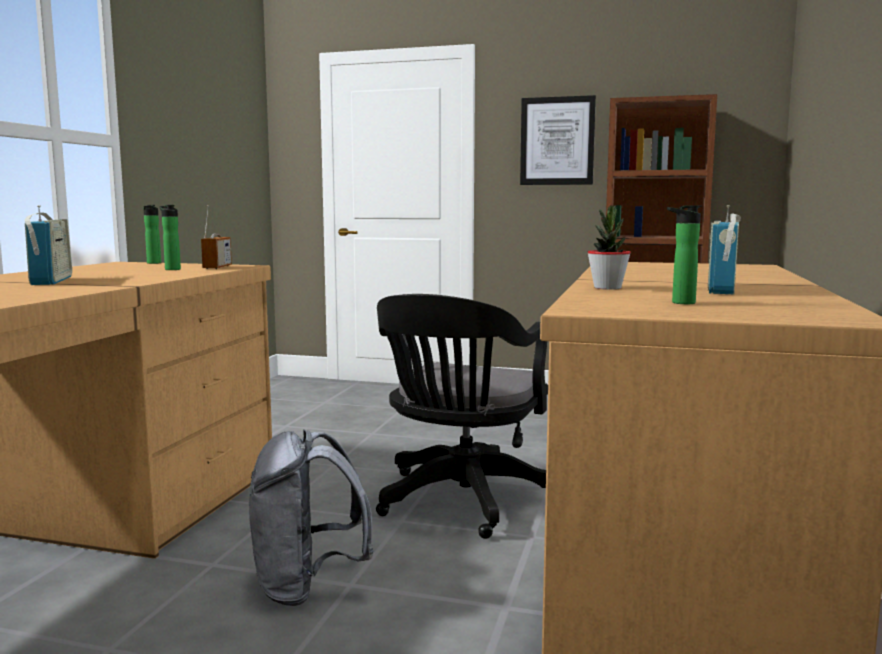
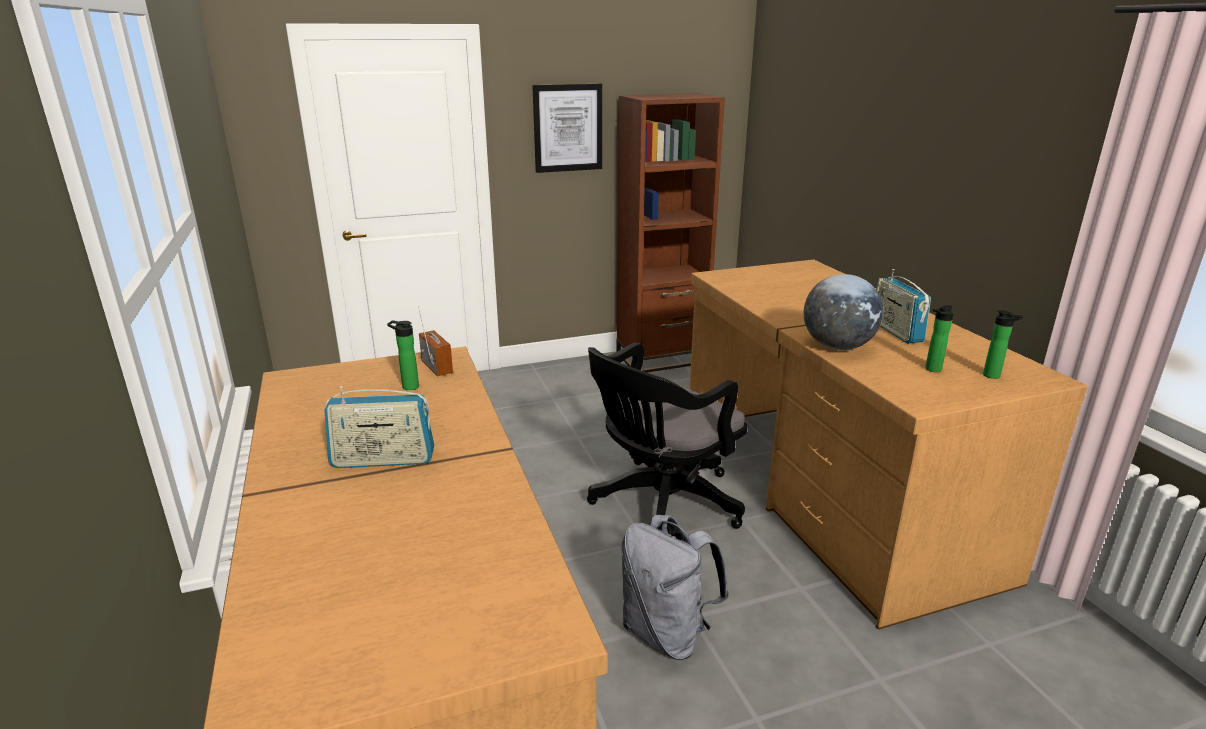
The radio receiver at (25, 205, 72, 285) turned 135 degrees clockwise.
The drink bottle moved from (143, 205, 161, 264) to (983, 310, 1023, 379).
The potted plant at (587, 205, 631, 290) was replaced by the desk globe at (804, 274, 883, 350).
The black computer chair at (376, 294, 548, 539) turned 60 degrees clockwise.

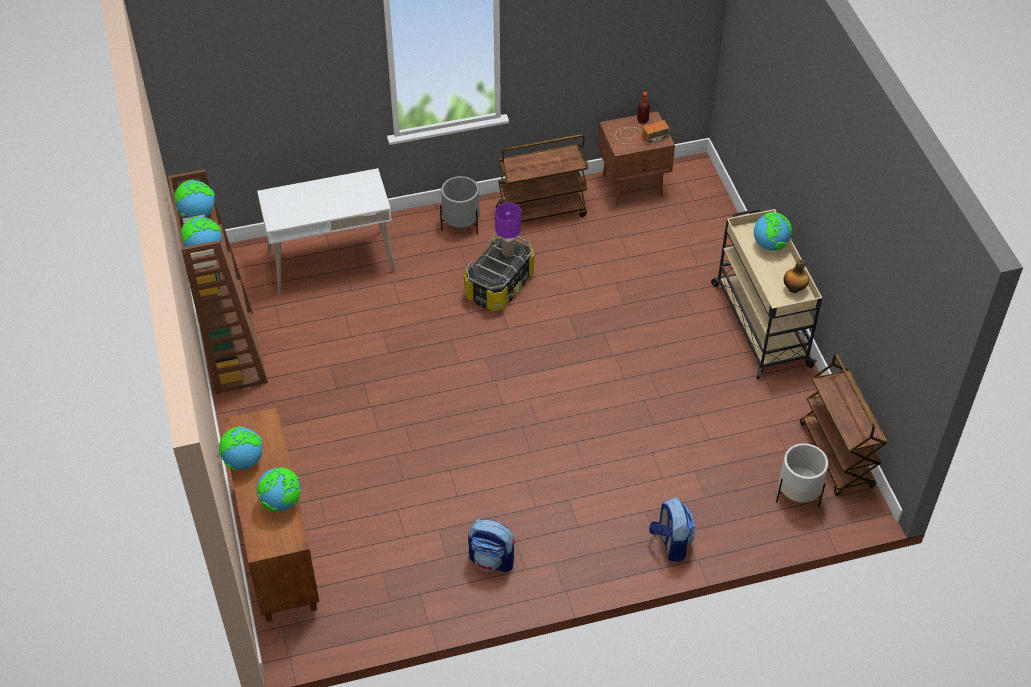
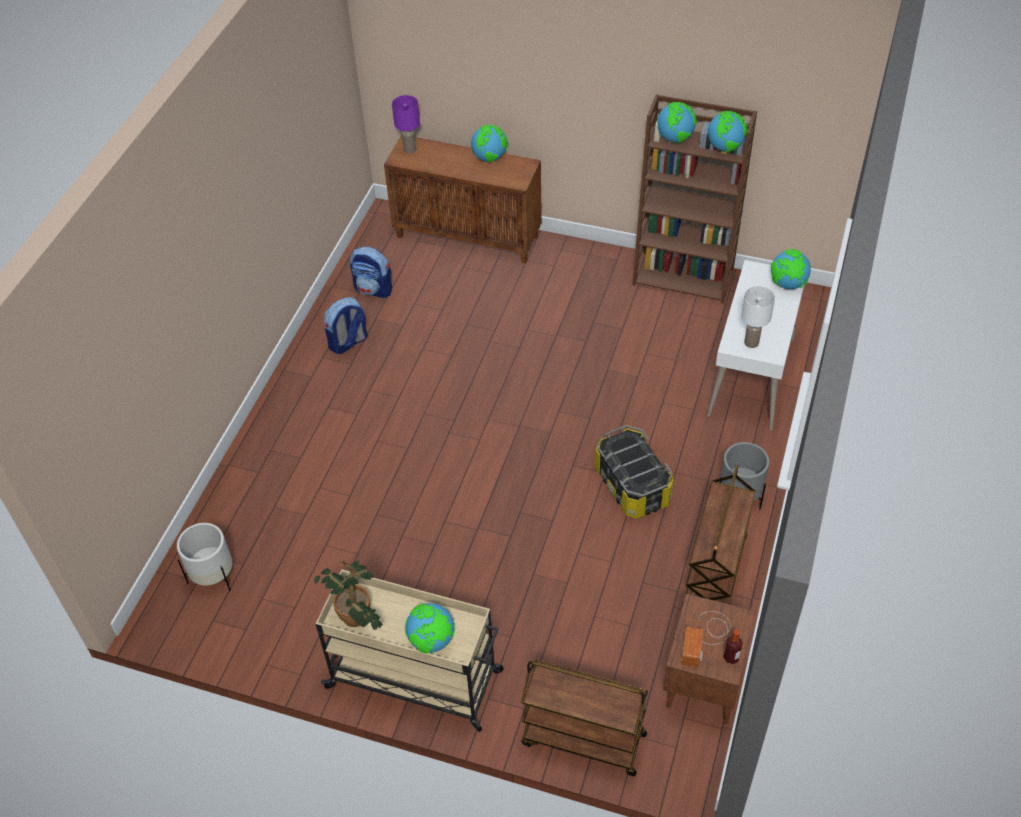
The purple lamp for a table moved from (495, 202, 521, 257) to (392, 95, 420, 154).
The drink bottle at (783, 259, 809, 293) was replaced by the potted plant at (314, 559, 383, 630).
The brown-coloured trolley moved from (800, 354, 887, 496) to (521, 660, 648, 776).
The desk globe moved from (257, 467, 300, 512) to (771, 249, 811, 289).
The rucksack moved from (649, 497, 695, 561) to (350, 247, 392, 298).
The white lamp for a table at (741, 286, 775, 348) appeared.

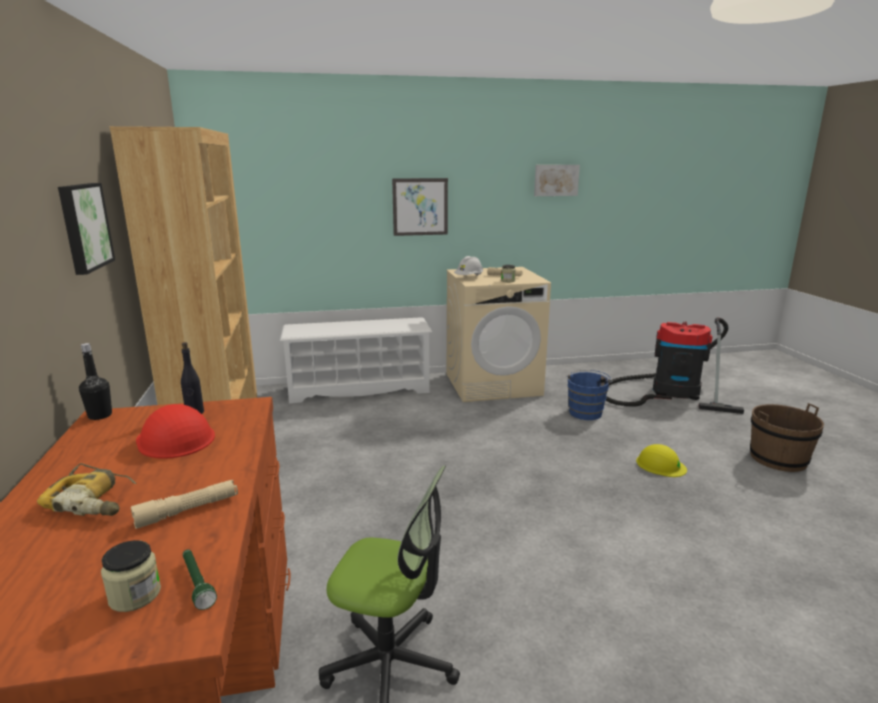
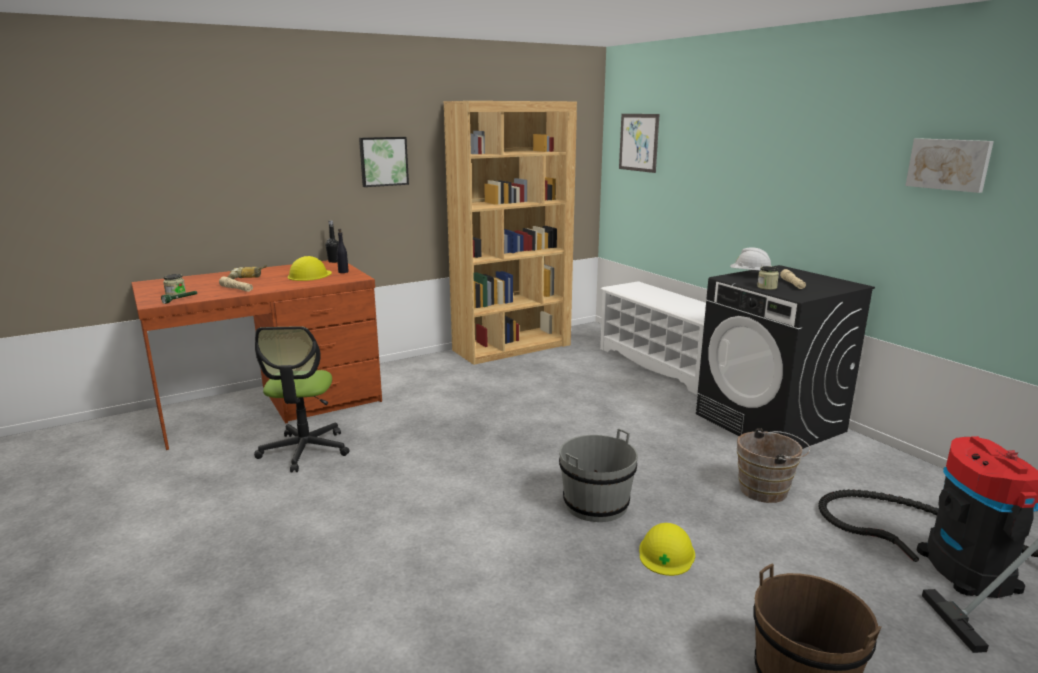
The wall picture moved from (392, 178, 448, 236) to (619, 114, 660, 173).
The sand-coloured laundry appliance at (446, 267, 551, 402) became the black laundry appliance at (696, 265, 875, 449).
The blue-coloured water bucket at (567, 370, 612, 420) became the brown-coloured water bucket at (737, 428, 810, 503).
The red-coloured work helmet at (136, 404, 215, 459) became the yellow-coloured work helmet at (288, 256, 332, 281).
The gray water bucket at (559, 428, 638, 522) appeared.

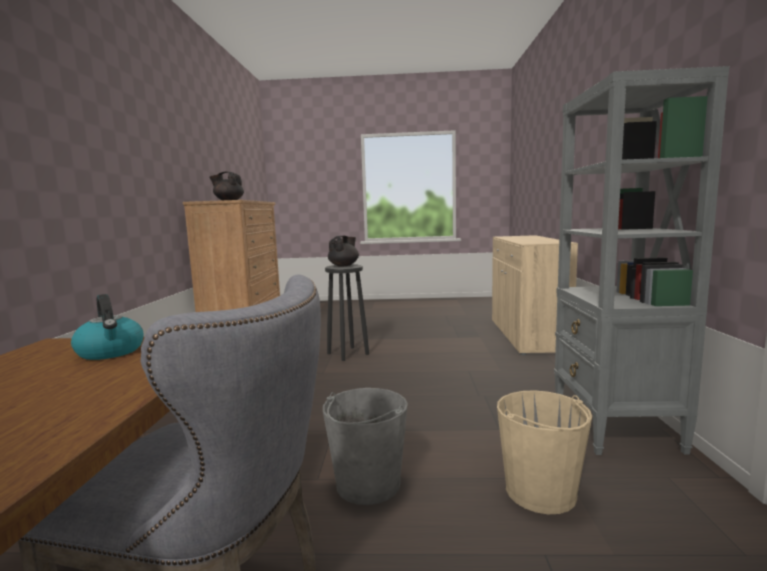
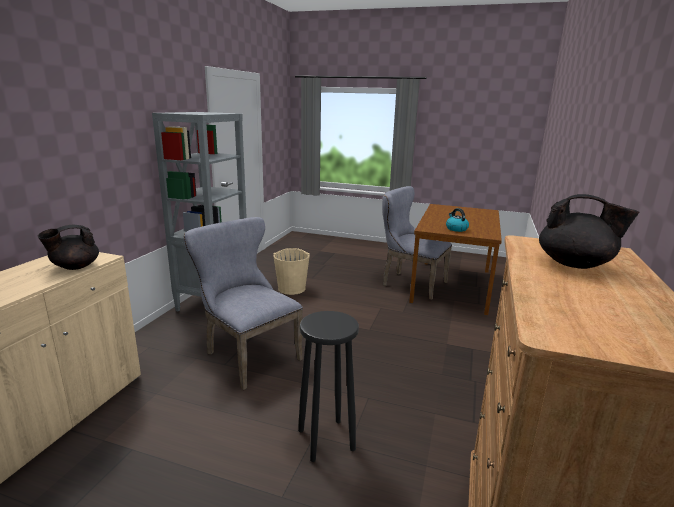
The black teapot moved from (328, 236, 359, 267) to (38, 225, 99, 270).
The gray water bucket at (323, 388, 408, 505) disappeared.
The gray chair at (184, 217, 303, 390) appeared.

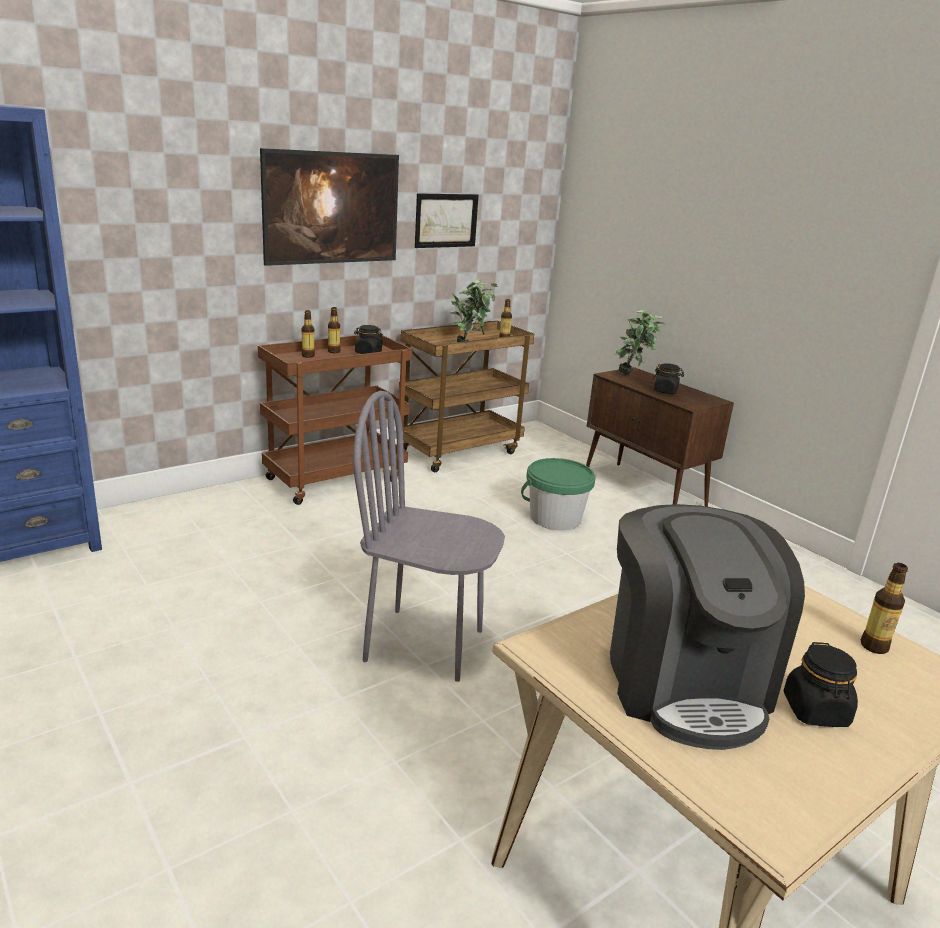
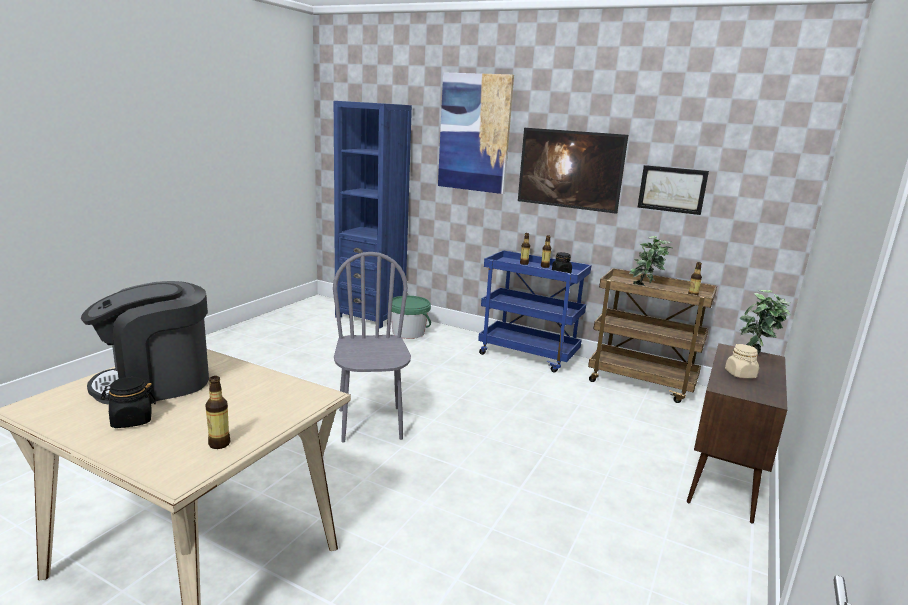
The brown-coloured trolley at (258, 335, 412, 505) became the blue-coloured trolley at (478, 250, 591, 372).
The black storage jar at (653, 363, 684, 394) became the sand-coloured storage jar at (725, 344, 759, 378).
The green-coloured water bucket moved from (521, 458, 596, 530) to (391, 296, 431, 339).
The wall picture at (438, 72, 514, 194) appeared.

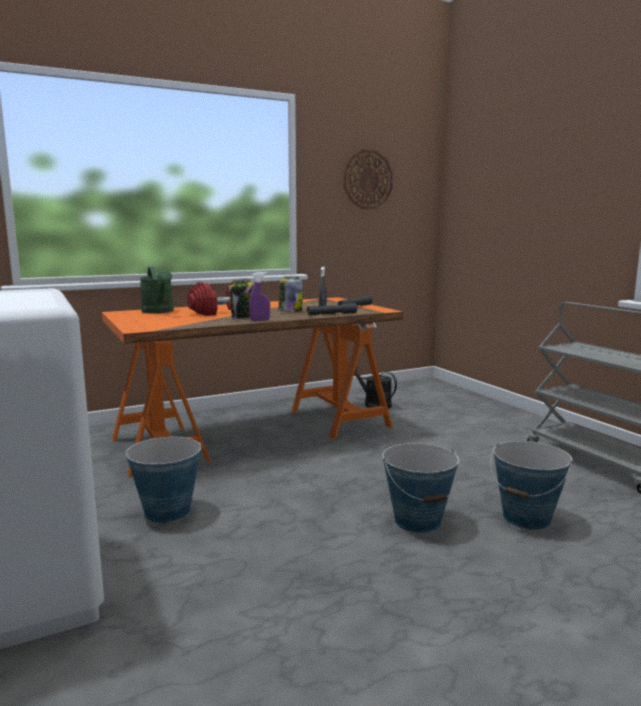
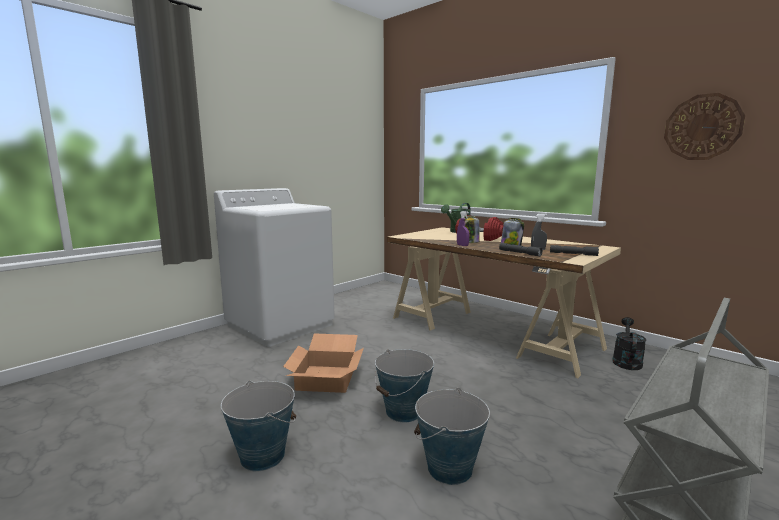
The orangey desk at (102, 297, 403, 477) became the sand-coloured desk at (387, 227, 621, 378).
The water bucket moved from (125, 437, 202, 523) to (221, 381, 296, 472).
The carton at (283, 333, 364, 393) appeared.

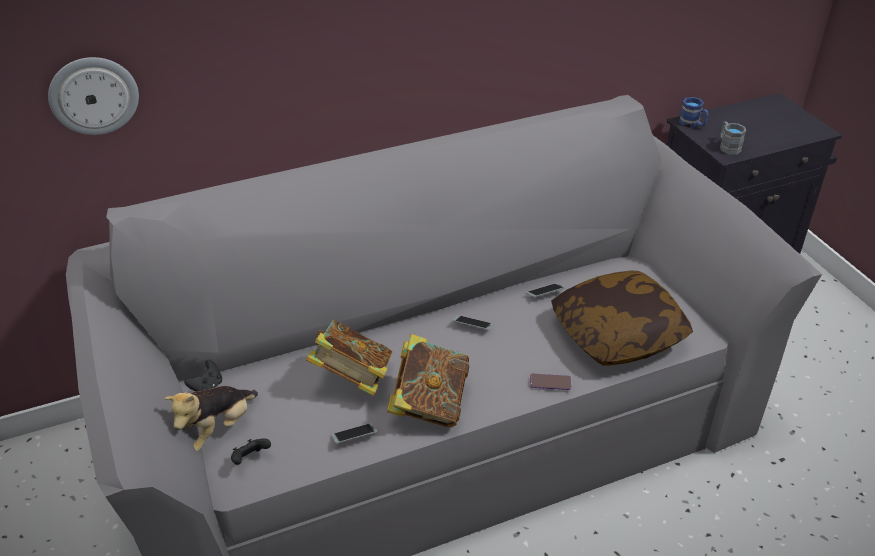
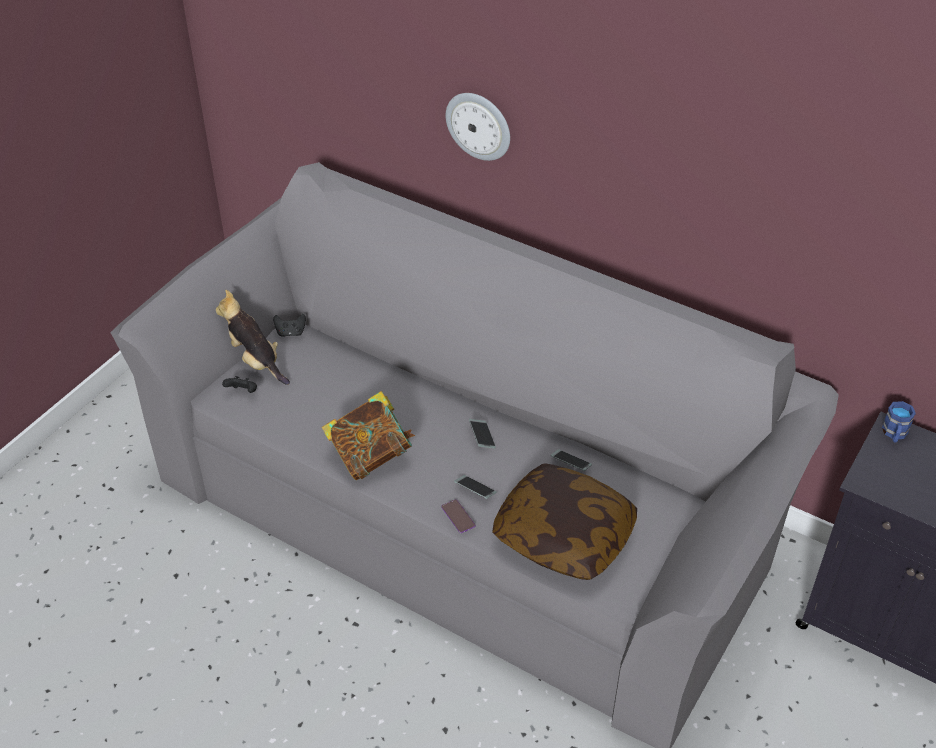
The wall clock moved from (48, 57, 139, 135) to (446, 93, 510, 161).
The gray tea mug at (720, 121, 746, 155) disappeared.
The bound book at (306, 320, 393, 396) disappeared.
The soft toy at (165, 386, 258, 452) turned 45 degrees clockwise.
The phone moved from (331, 423, 377, 444) to (454, 475, 497, 499).

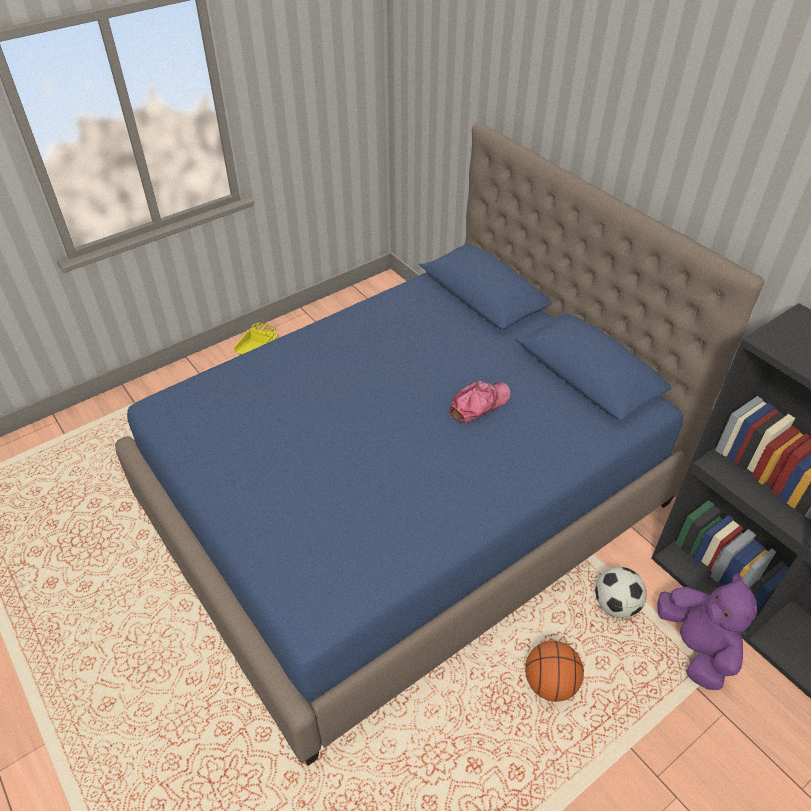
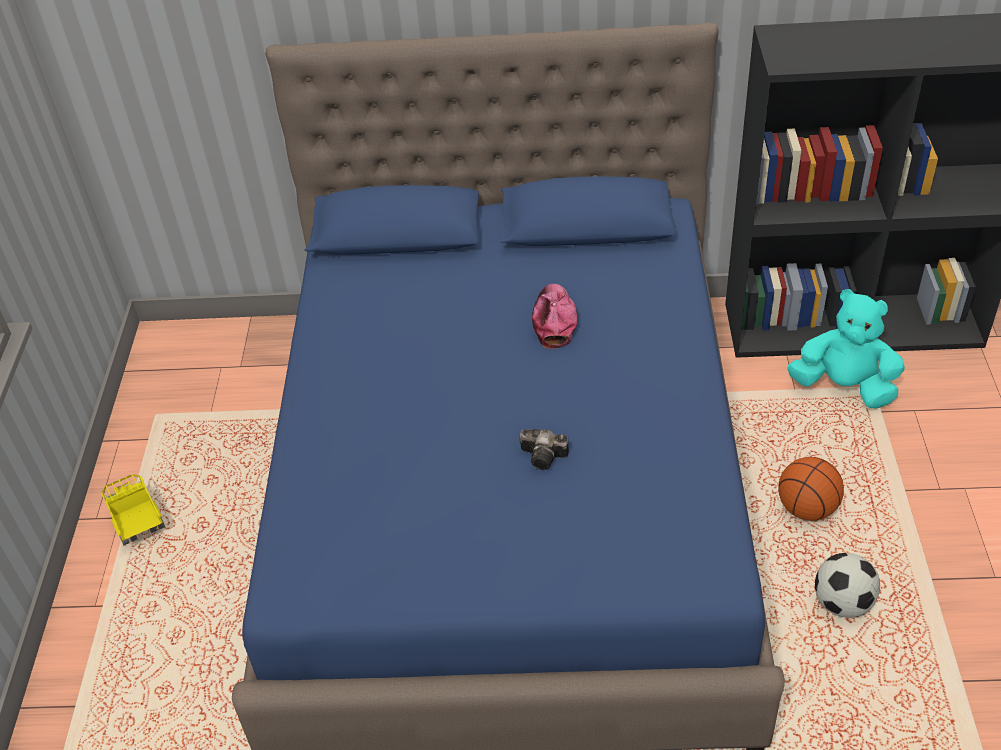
The football ball moved from (595, 567, 647, 618) to (815, 553, 880, 618).
The purple soft toy at (657, 573, 757, 690) became the turquoise-coloured soft toy at (787, 289, 905, 408).
The still camera at (519, 429, 569, 470) appeared.

